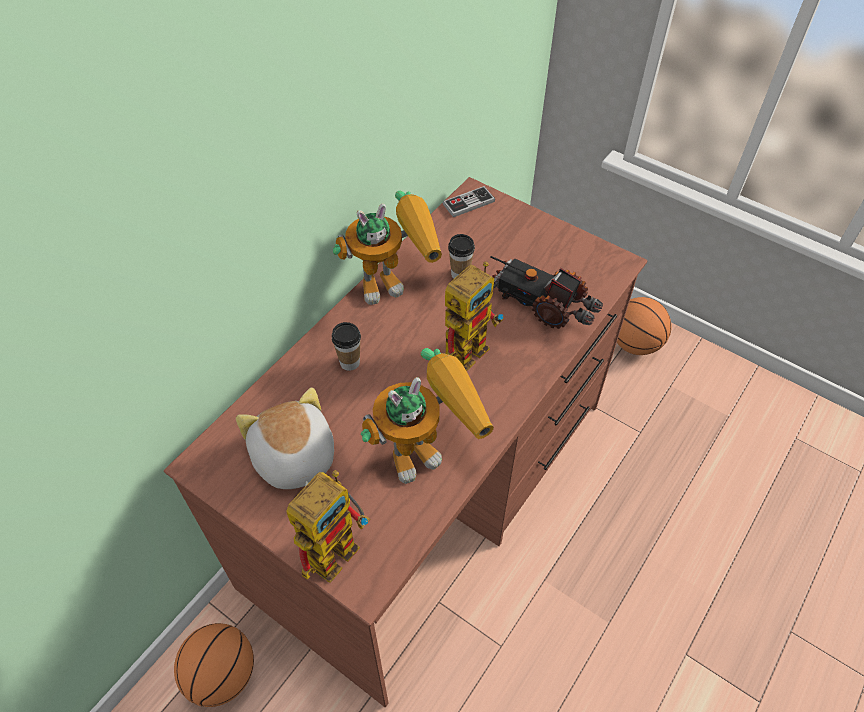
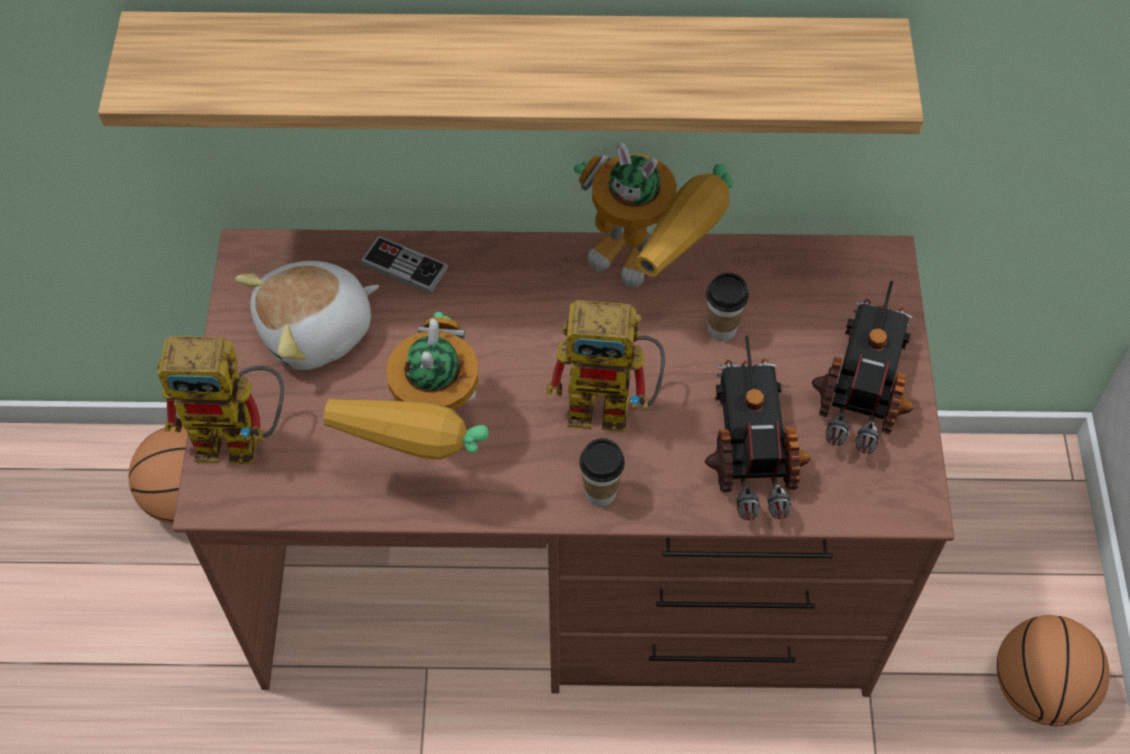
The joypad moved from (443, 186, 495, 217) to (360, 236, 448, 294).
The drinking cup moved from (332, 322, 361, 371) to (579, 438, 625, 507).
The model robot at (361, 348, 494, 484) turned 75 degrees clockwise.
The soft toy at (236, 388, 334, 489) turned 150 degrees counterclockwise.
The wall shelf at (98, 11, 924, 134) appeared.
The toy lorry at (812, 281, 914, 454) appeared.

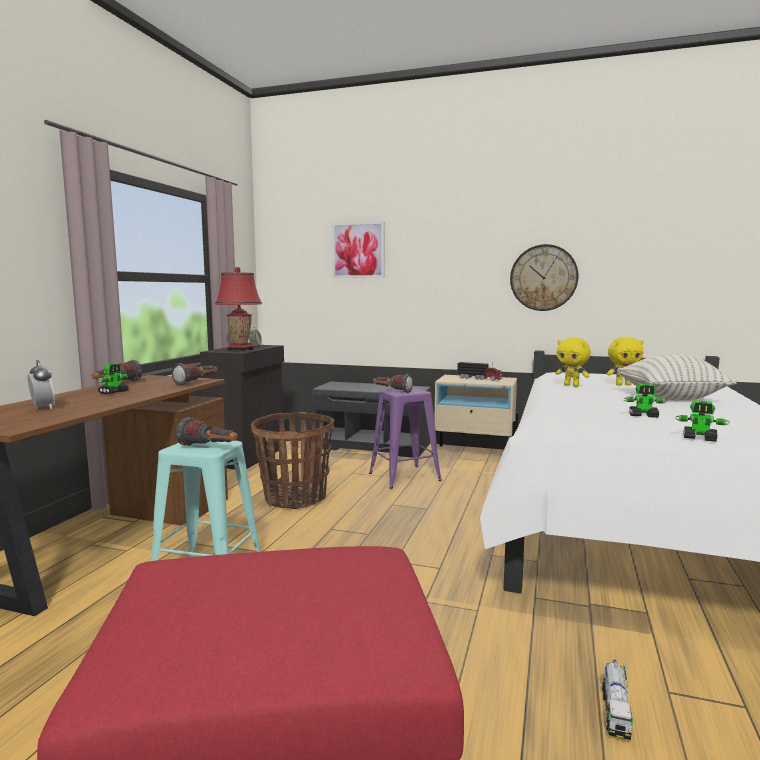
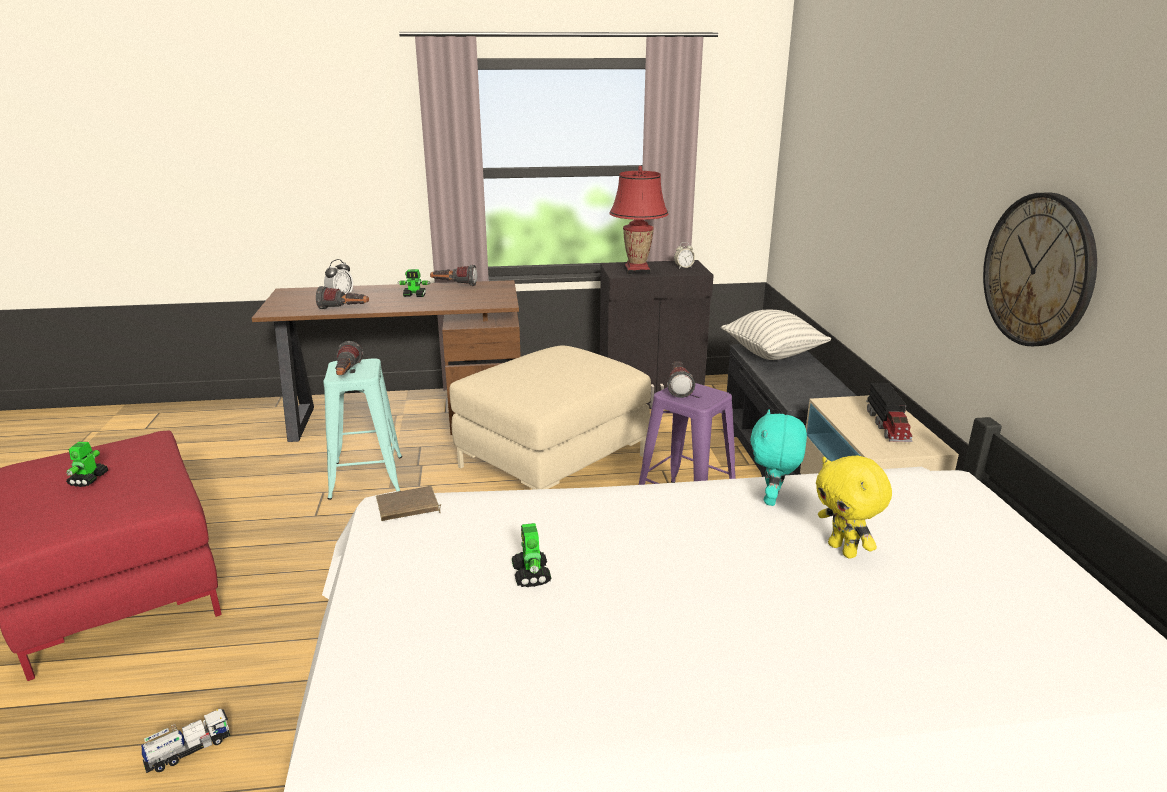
The wall picture at (332, 221, 385, 278) disappeared.
The yellow-coloured soft toy at (555, 337, 591, 387) became the turquoise-coloured soft toy at (750, 409, 807, 506).
The cushion moved from (617, 353, 737, 401) to (721, 310, 831, 360).
The flashlight moved from (172, 363, 217, 386) to (316, 286, 369, 309).
The model robot moved from (675, 401, 729, 442) to (66, 442, 108, 487).
The basket at (251, 412, 334, 509) was replaced by the sand-coloured footrest at (449, 345, 651, 490).
The toy lorry at (602, 660, 633, 740) turned 150 degrees clockwise.
The brown-coloured bound book at (376, 486, 441, 521) appeared.

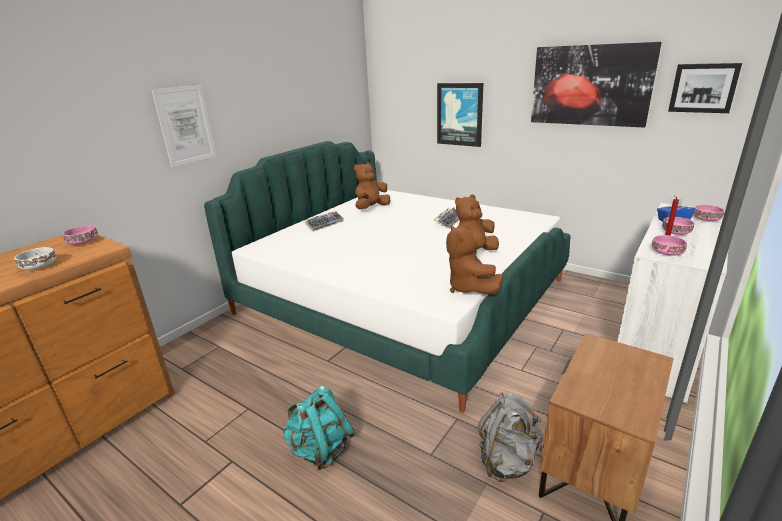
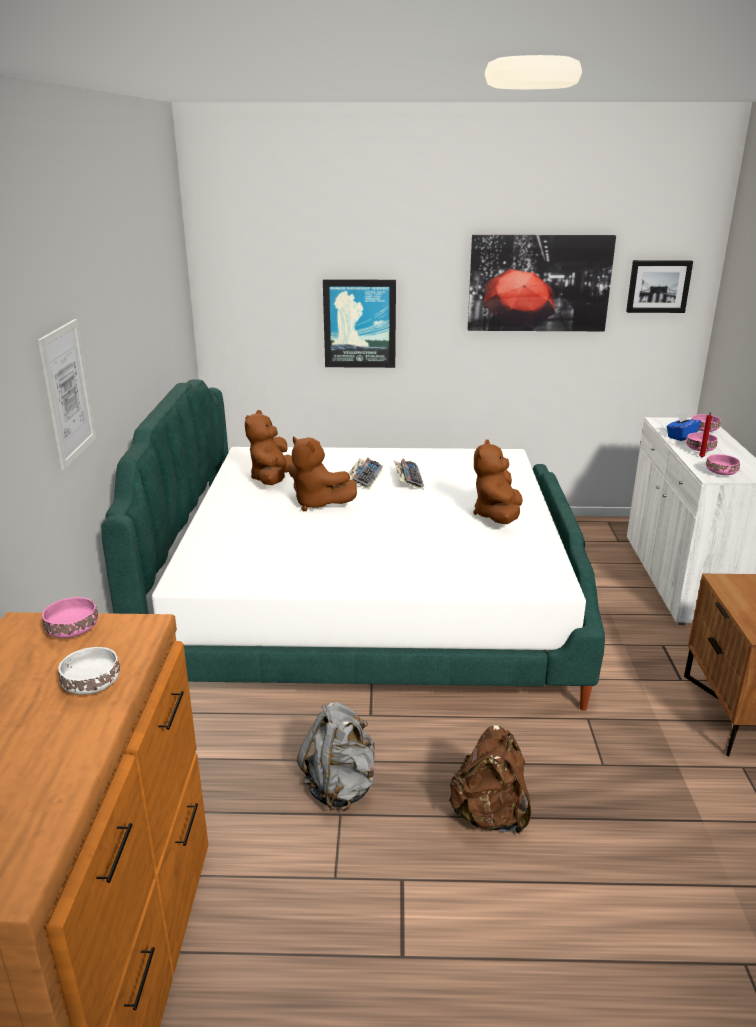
The computer keyboard moved from (303, 211, 344, 232) to (349, 457, 383, 490).
The brown-coloured soft toy moved from (446, 225, 503, 294) to (288, 436, 357, 511).
The turquoise-coloured rucksack at (283, 386, 355, 470) became the brown-coloured rucksack at (449, 725, 531, 834).
The gray rucksack moved from (478, 393, 543, 482) to (297, 702, 375, 811).

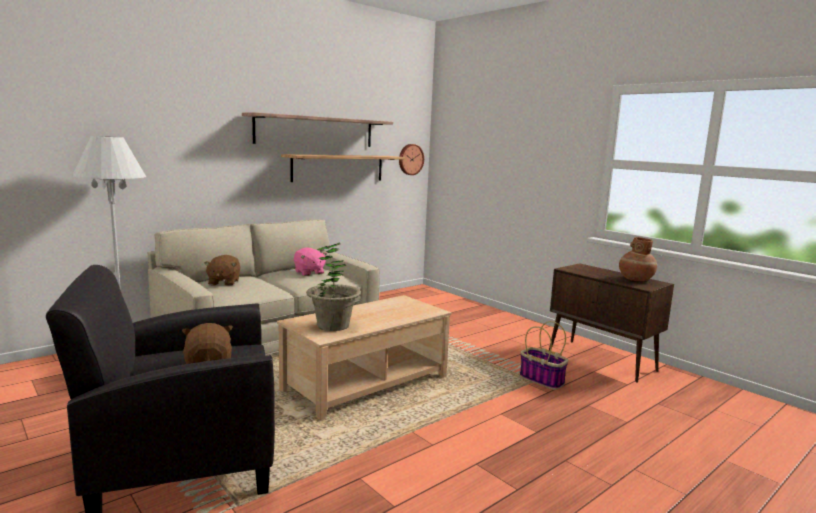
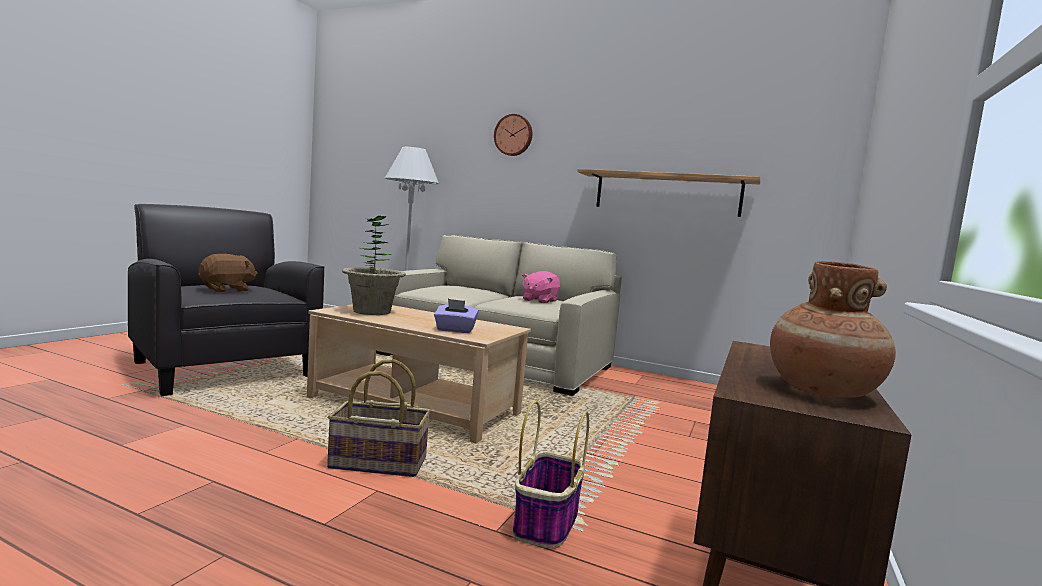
The wall shelf at (242, 112, 393, 147) disappeared.
The wall clock moved from (399, 144, 424, 175) to (494, 114, 532, 156).
The brown-coloured soft toy at (204, 255, 240, 286) disappeared.
The purple box of tissues at (434, 299, 479, 333) appeared.
The basket at (327, 359, 431, 477) appeared.

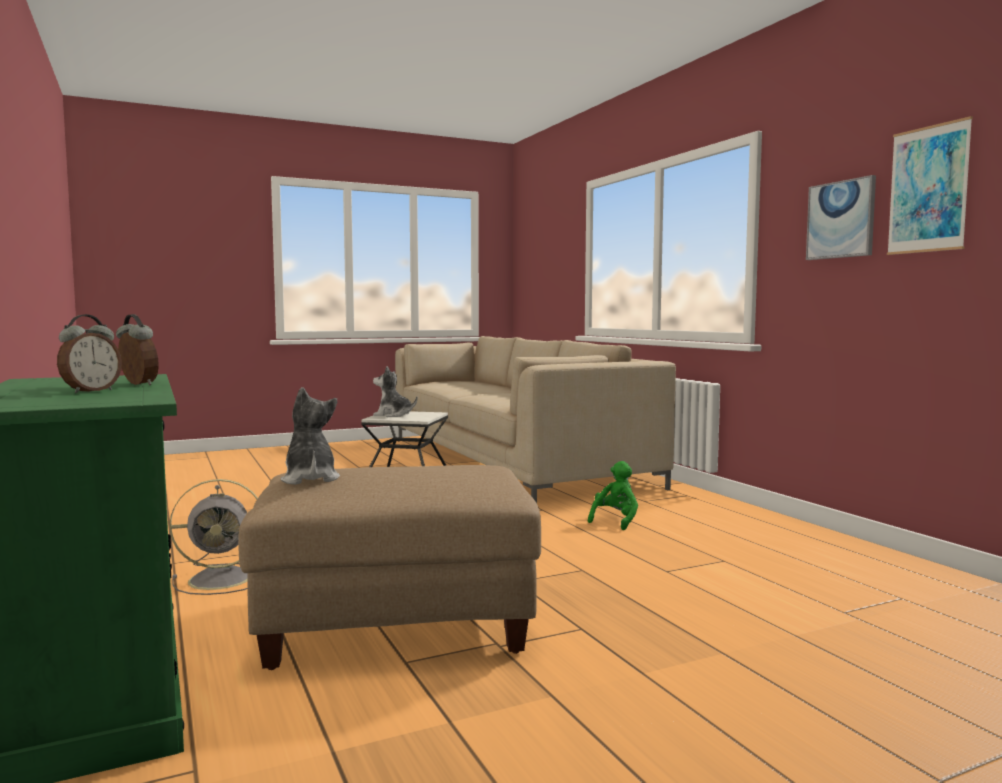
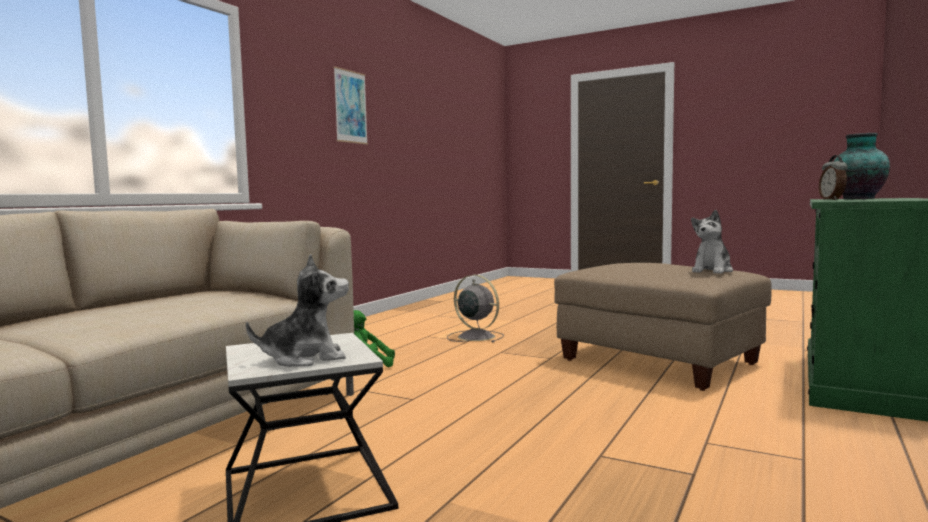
The wall picture at (806, 175, 876, 260) disappeared.
The table clock at (57, 314, 122, 394) was replaced by the vase at (834, 133, 890, 199).
The soft toy at (373, 366, 418, 417) turned 90 degrees counterclockwise.
The gray cooling fan moved from (169, 479, 258, 595) to (447, 275, 504, 343).

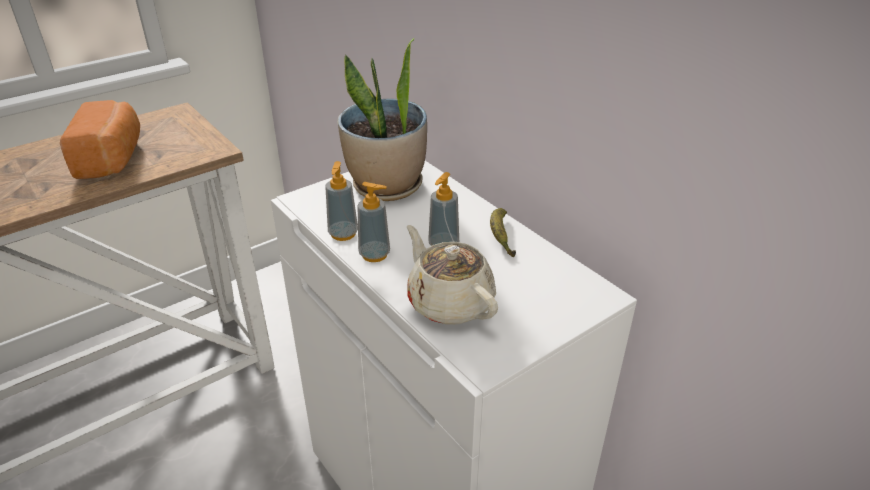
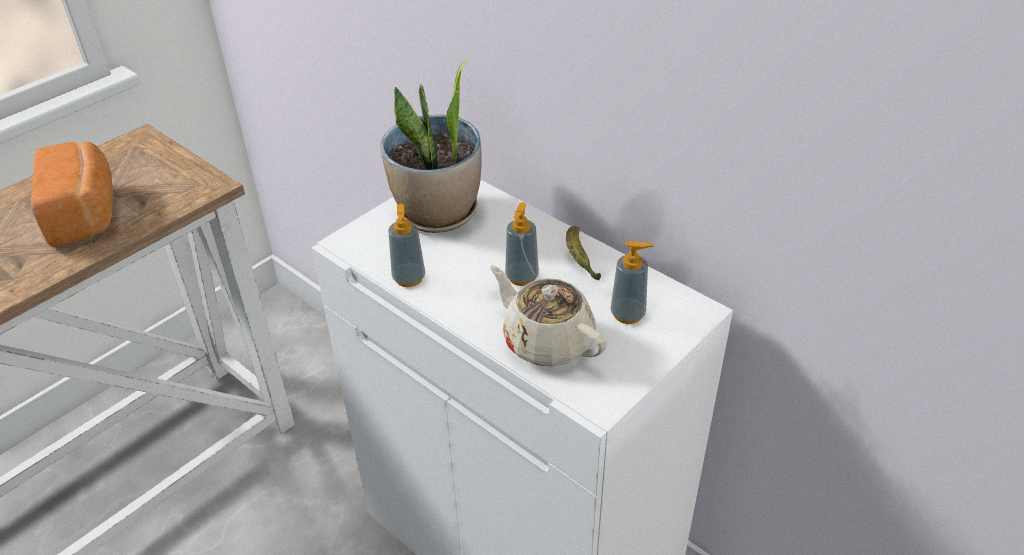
The soap bottle moved from (357, 182, 390, 262) to (611, 241, 654, 324).

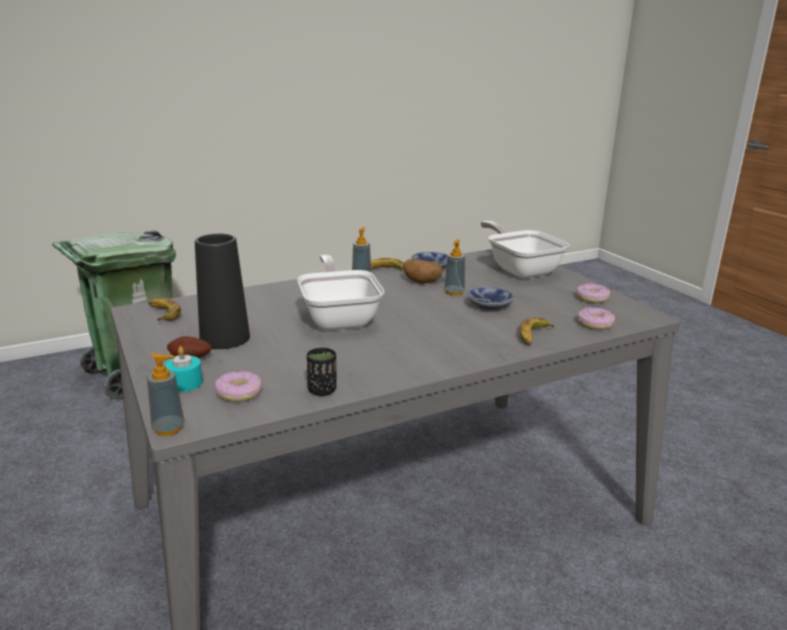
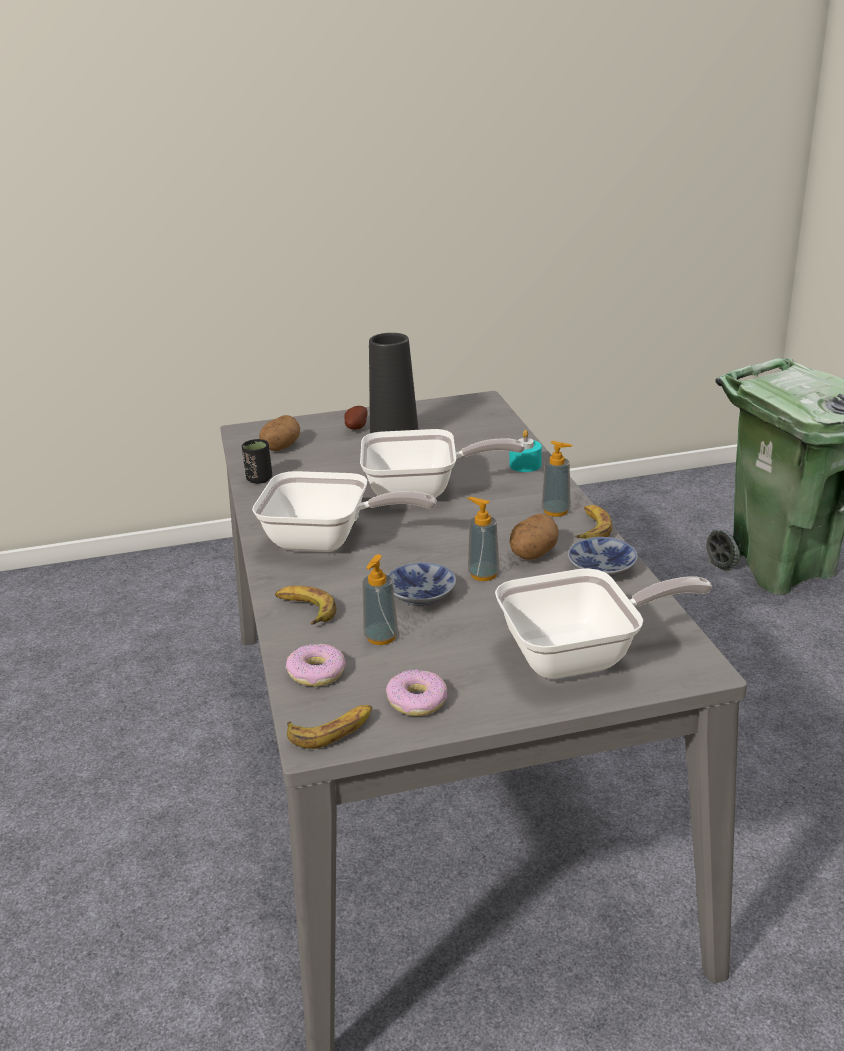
The banana moved from (148, 298, 181, 321) to (287, 705, 372, 749).
The turquoise-coloured wax light moved from (165, 346, 203, 392) to (509, 430, 542, 472).
The soap bottle moved from (147, 353, 185, 436) to (362, 554, 399, 645).
The doughnut at (214, 371, 263, 402) was replaced by the spud at (259, 415, 300, 451).
The pan at (252, 471, 437, 552) appeared.

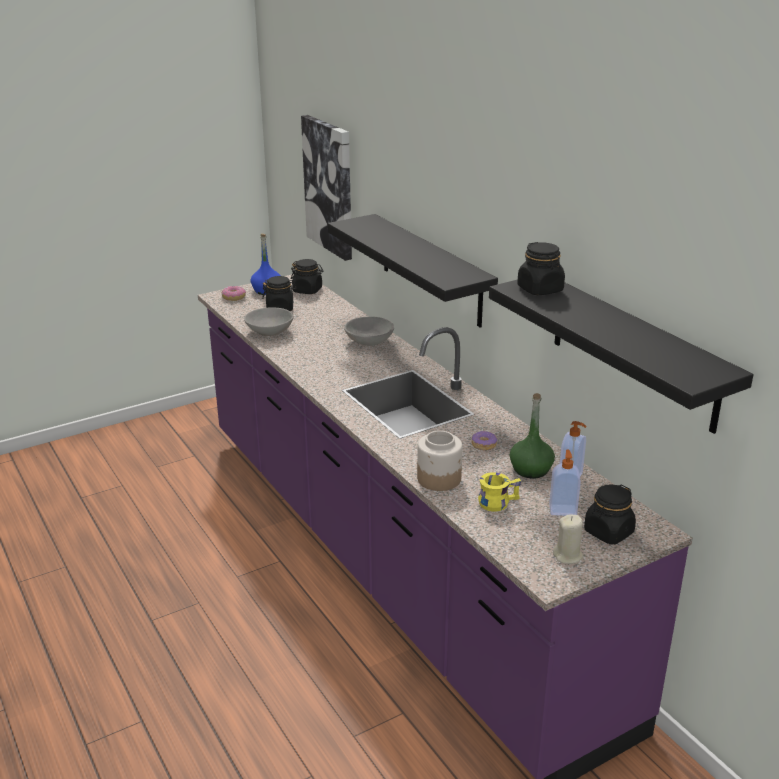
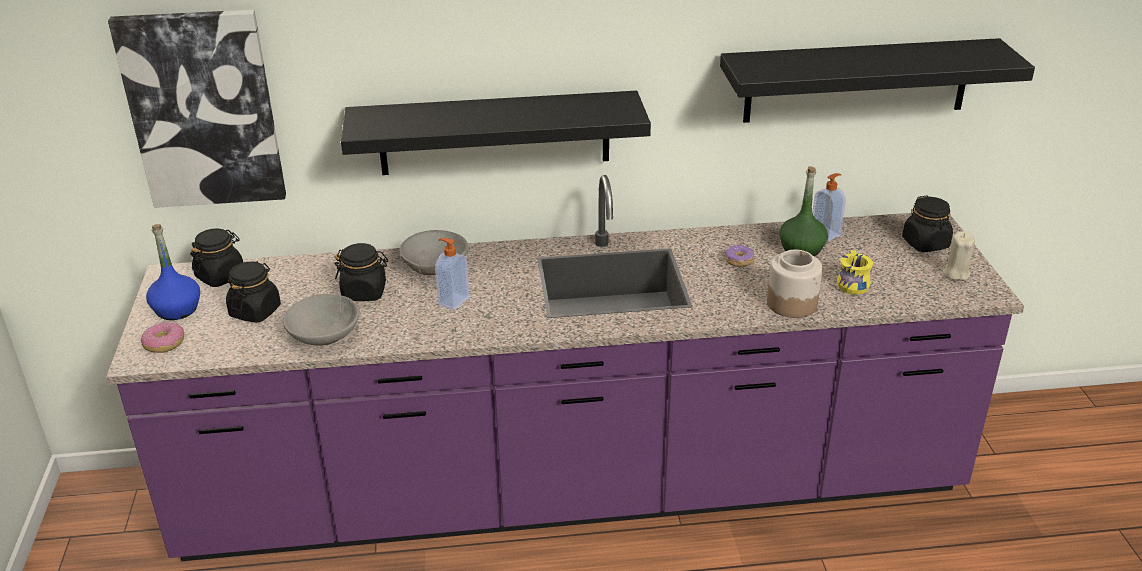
The black storage jar moved from (517, 242, 565, 295) to (335, 243, 388, 301).
The soap bottle moved from (549, 450, 581, 516) to (435, 238, 470, 310).

